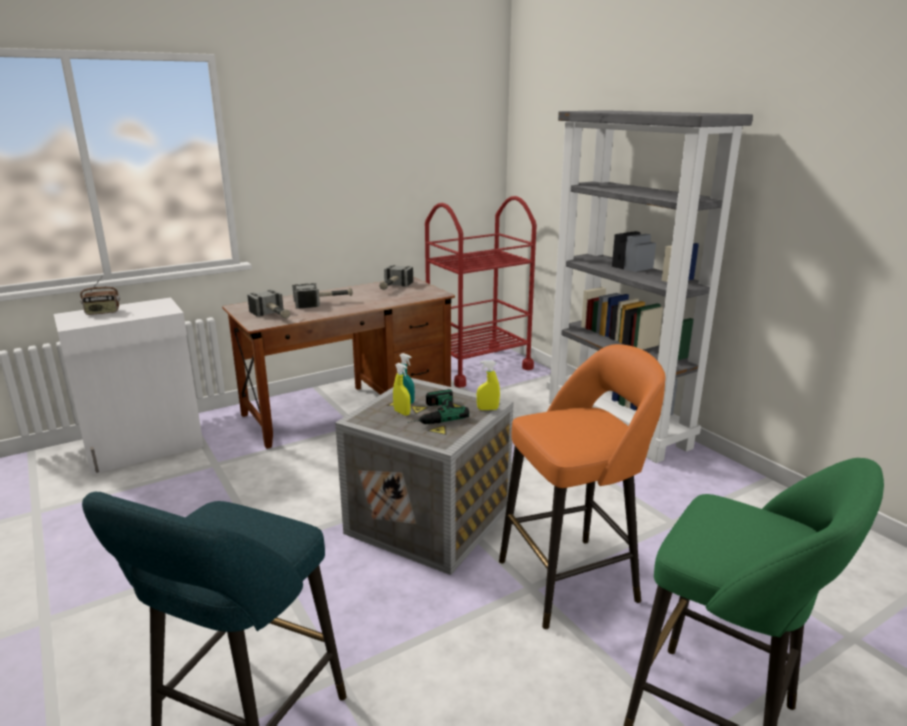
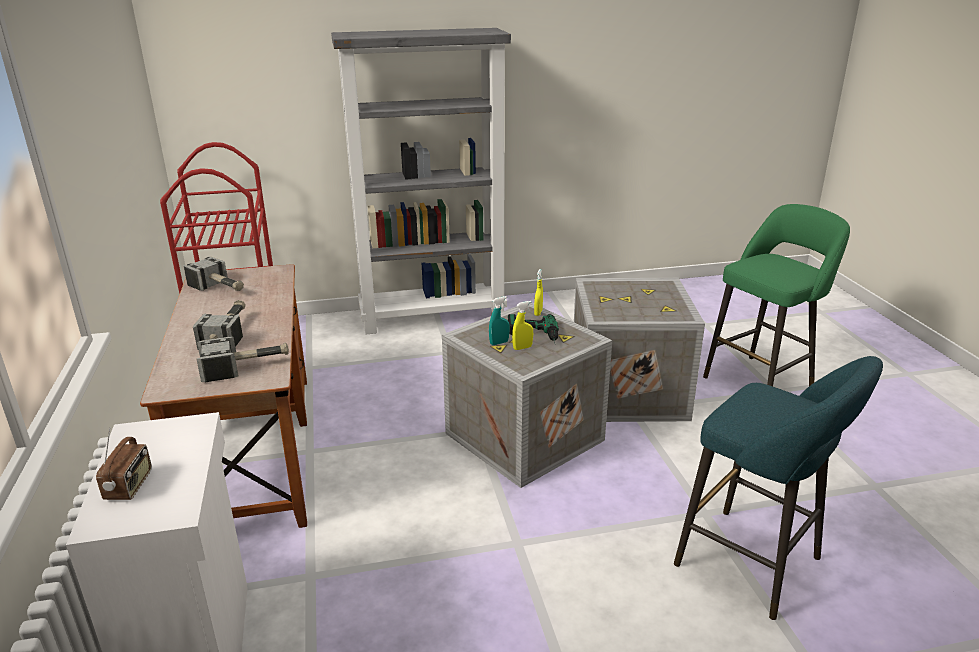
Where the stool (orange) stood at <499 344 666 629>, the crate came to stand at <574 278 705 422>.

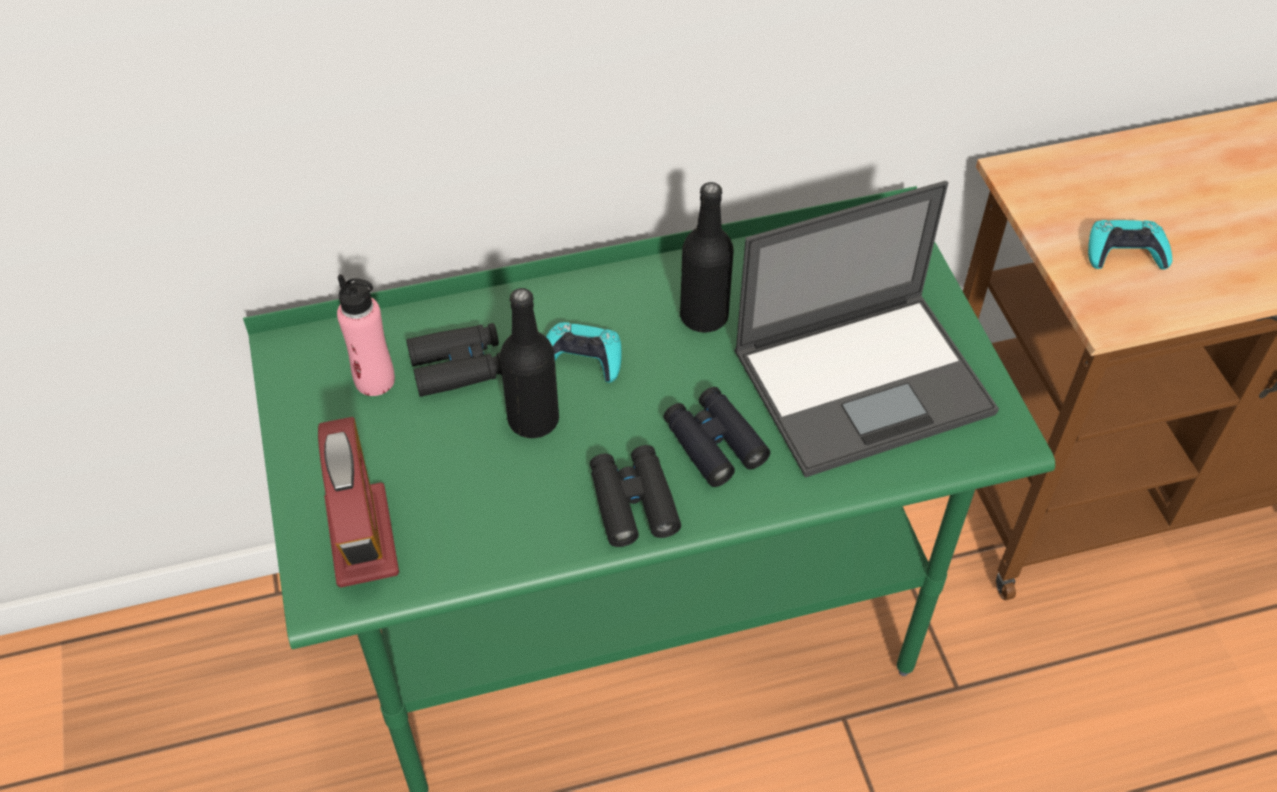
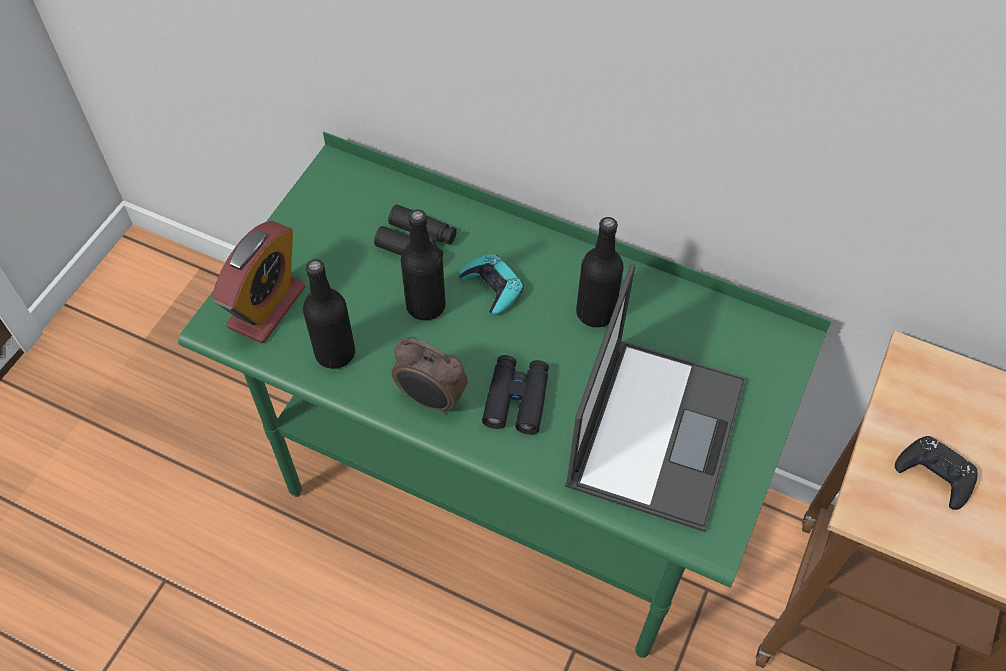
The second view lost the bottle (pink) at <337 274 395 396>.
Where the binoculars (black) stood at <590 445 681 547>, the alarm clock came to stand at <392 337 467 414>.
The laptop at <734 181 999 478> ended up facing another way, 90 degrees counterclockwise from before.
What was the game controller (turquoise) at <1088 220 1172 270> turned into the game controller (black) at <895 436 977 510>.
The second view gained the bottle (black) at <303 259 355 369>.

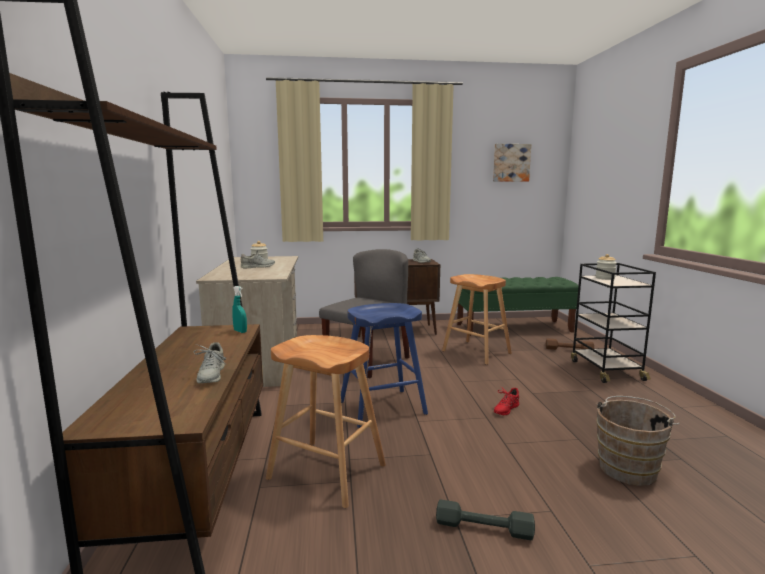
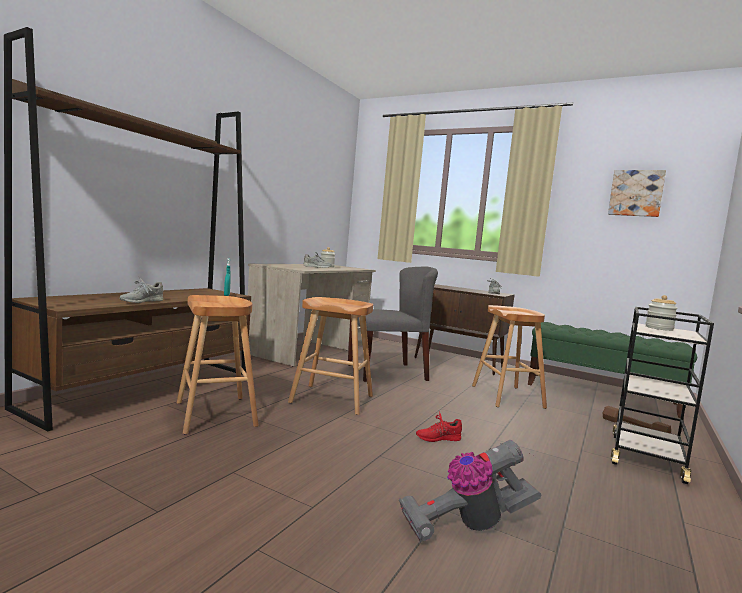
What was the stool (blue) at <341 303 428 428> turned into the stool (brown) at <288 297 373 415>.
The second view lost the dumbbell (grey) at <436 499 535 540>.
Where the bucket (brown) stood at <596 396 680 486>, the vacuum cleaner came to stand at <399 440 541 542>.

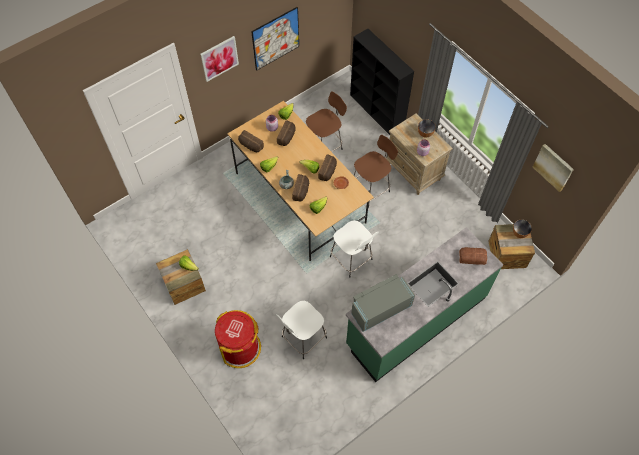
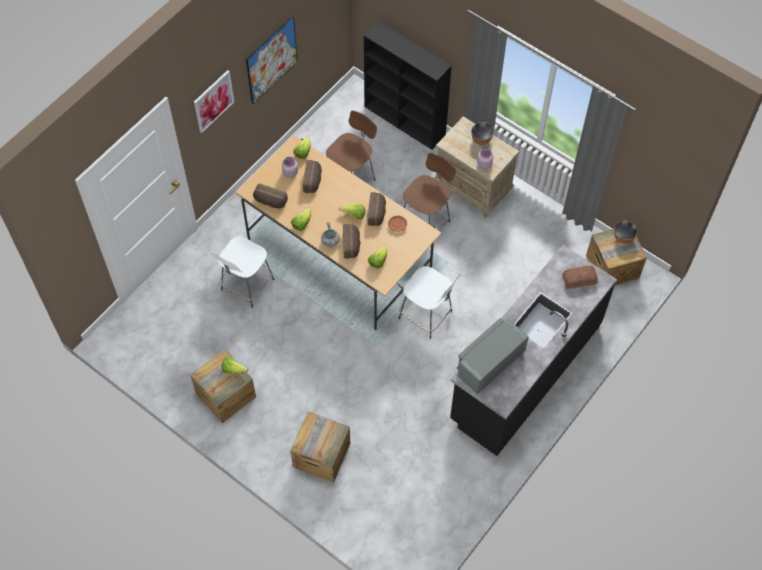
Where the trash can (red) stood at <215 310 261 368>, the crate came to stand at <290 412 350 482>.
The stool (white) ended up elsewhere, having gone from <276 301 327 359> to <210 236 274 308>.
What was the counter (green) at <346 227 503 382> turned into the counter (black) at <450 245 617 456>.
The second view lost the picture at <533 144 574 192>.

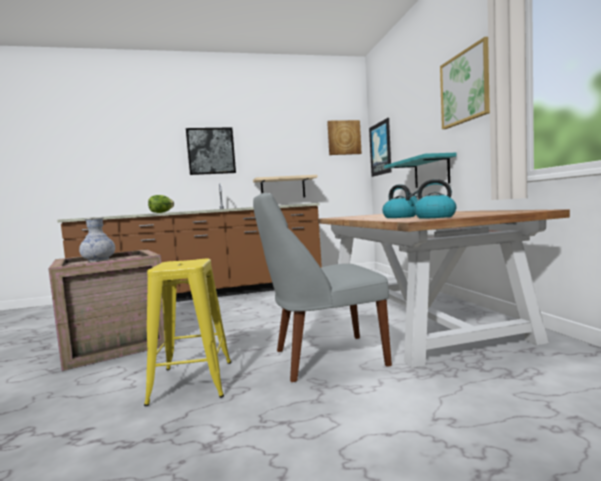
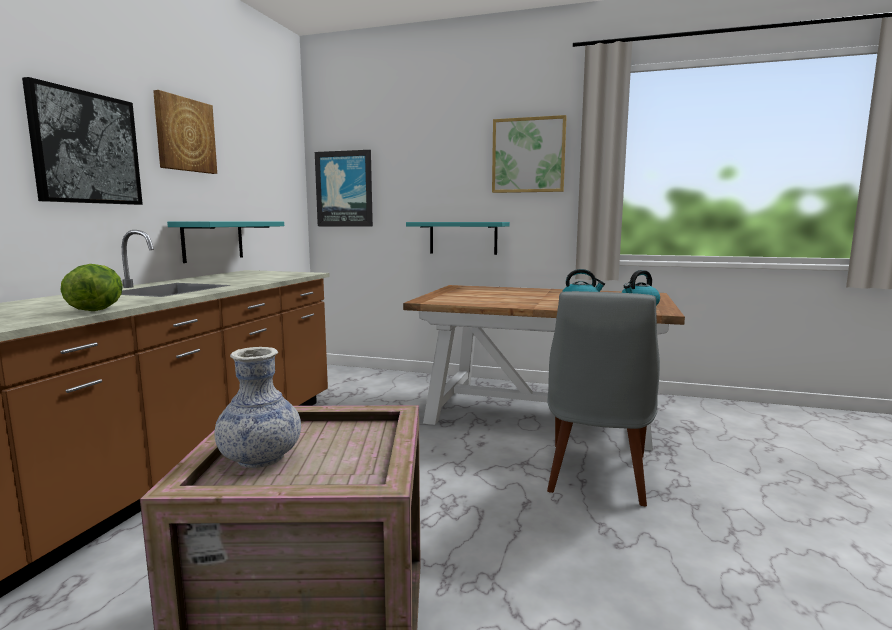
The second view lost the stool (yellow) at <144 259 231 406>.
What was the shelf (beige) at <253 175 318 198> turned into the shelf (turquoise) at <167 222 284 263>.
The picture ended up elsewhere, having gone from <327 120 362 155> to <153 90 217 174>.

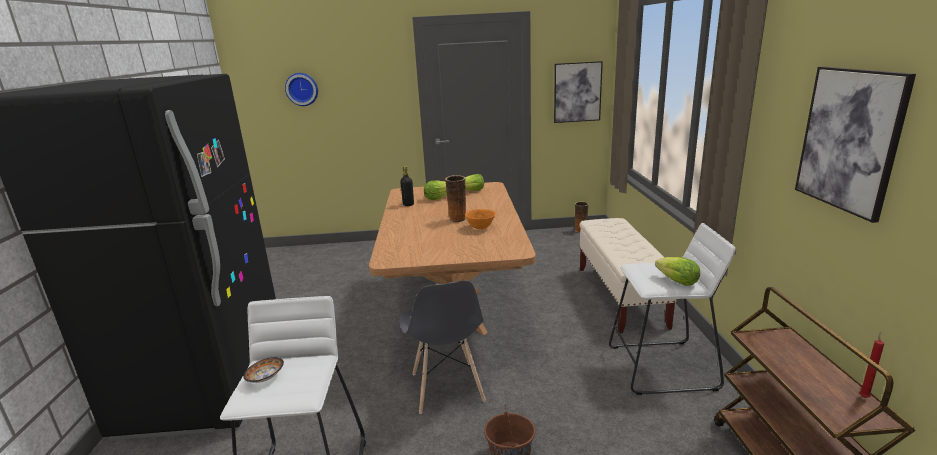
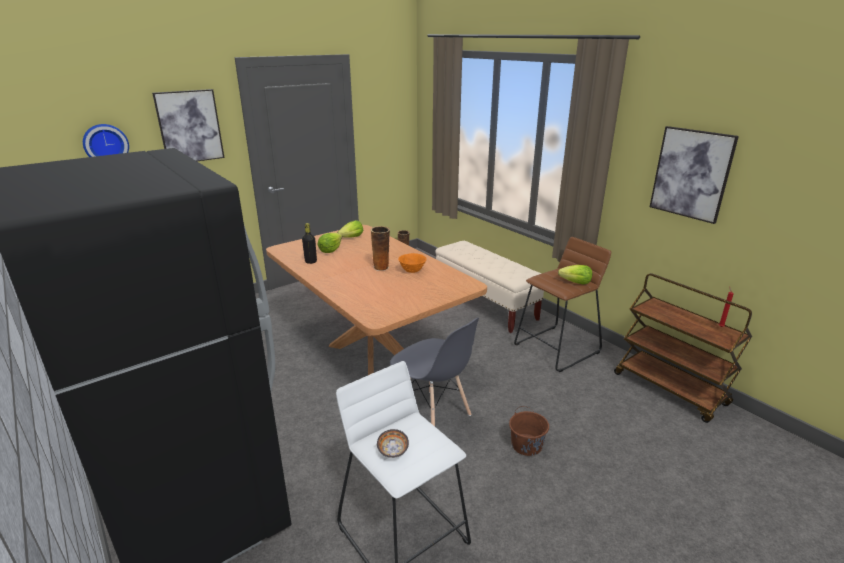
The picture ended up elsewhere, having gone from <554 61 603 123> to <152 89 224 161>.
What was the stool (white) at <609 223 736 395> turned into the stool (brown) at <514 237 611 372>.

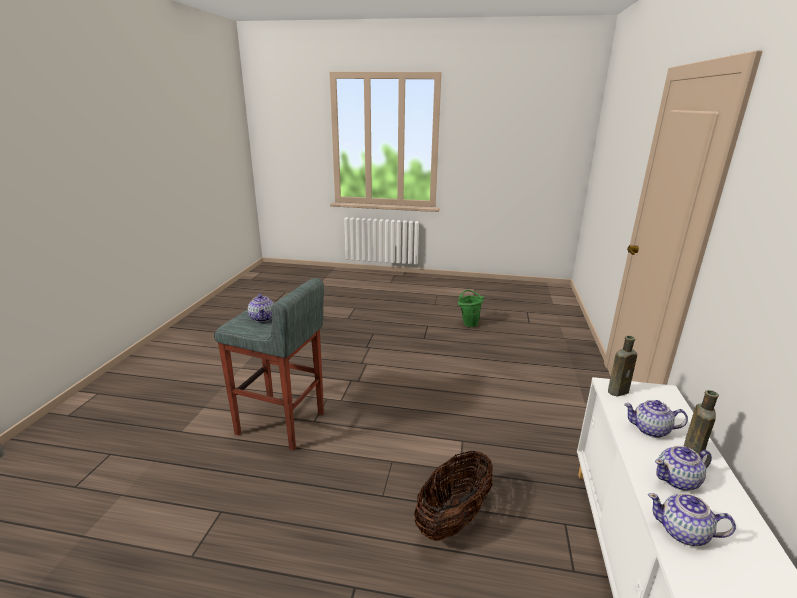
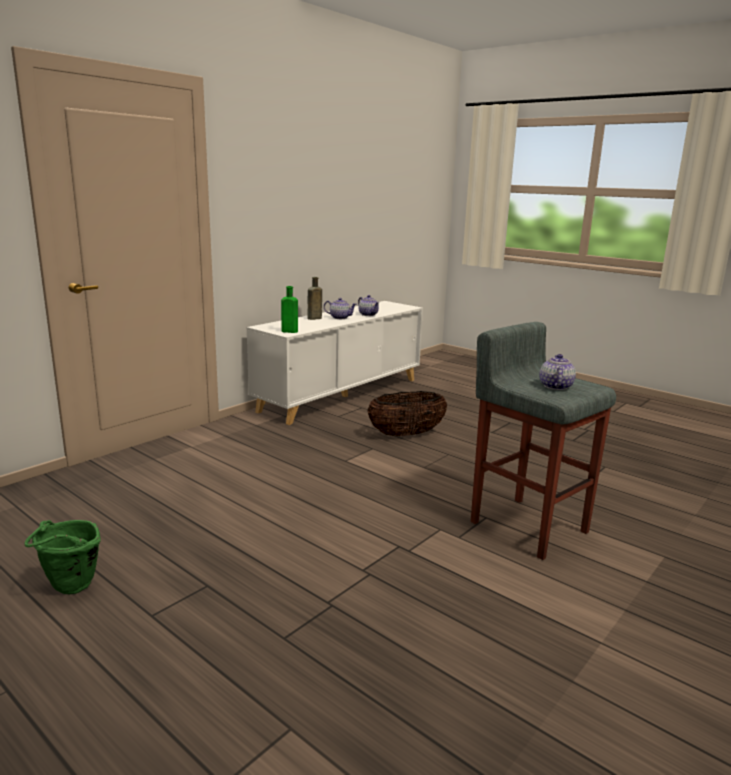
What was the bottle (brown) at <608 336 637 397> turned into the bottle (green) at <281 286 298 333>.
The second view lost the teapot at <624 400 688 438>.

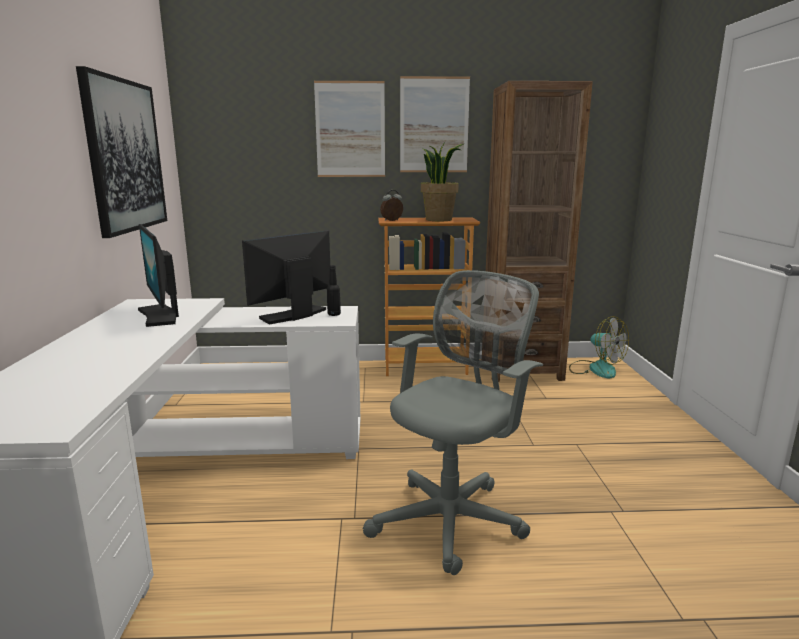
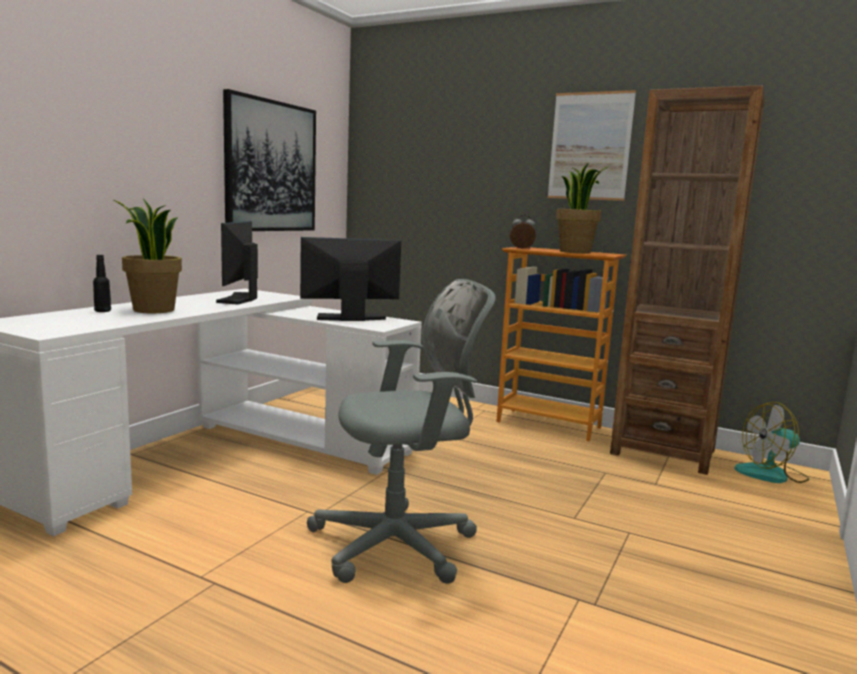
The second view lost the picture at <314 81 385 177>.
The bottle (black) ended up elsewhere, having gone from <327 265 341 316> to <93 255 111 312>.
The fan at <569 316 629 378> ended up facing another way, 90 degrees clockwise from before.
The second view gained the potted plant at <114 199 182 313>.

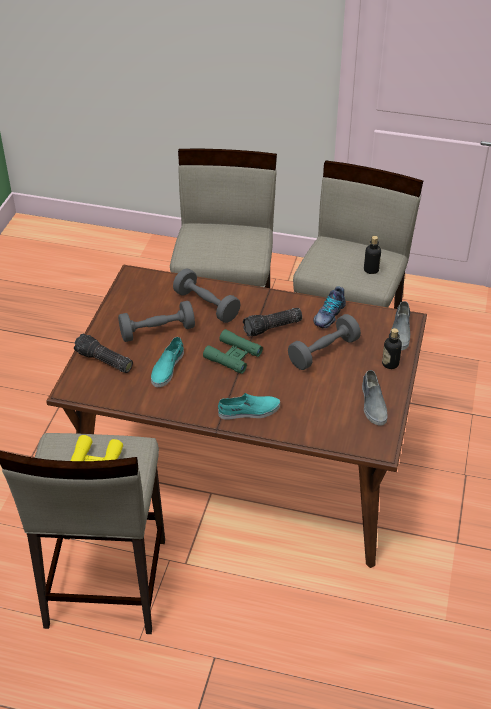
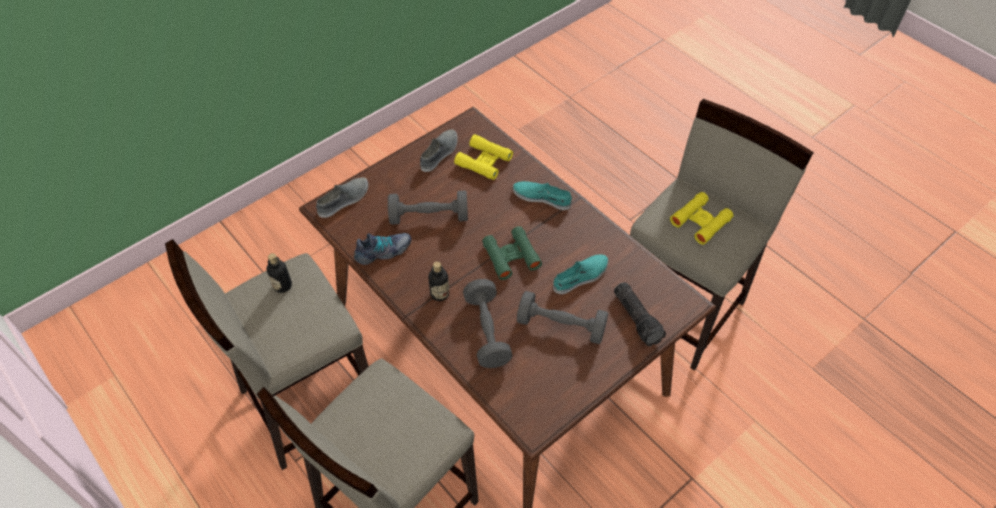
The second view lost the flashlight at <243 308 302 337>.
The bottle ended up elsewhere, having gone from <382 328 402 369> to <428 261 449 301>.
The second view gained the binoculars (yellow) at <454 134 513 180>.

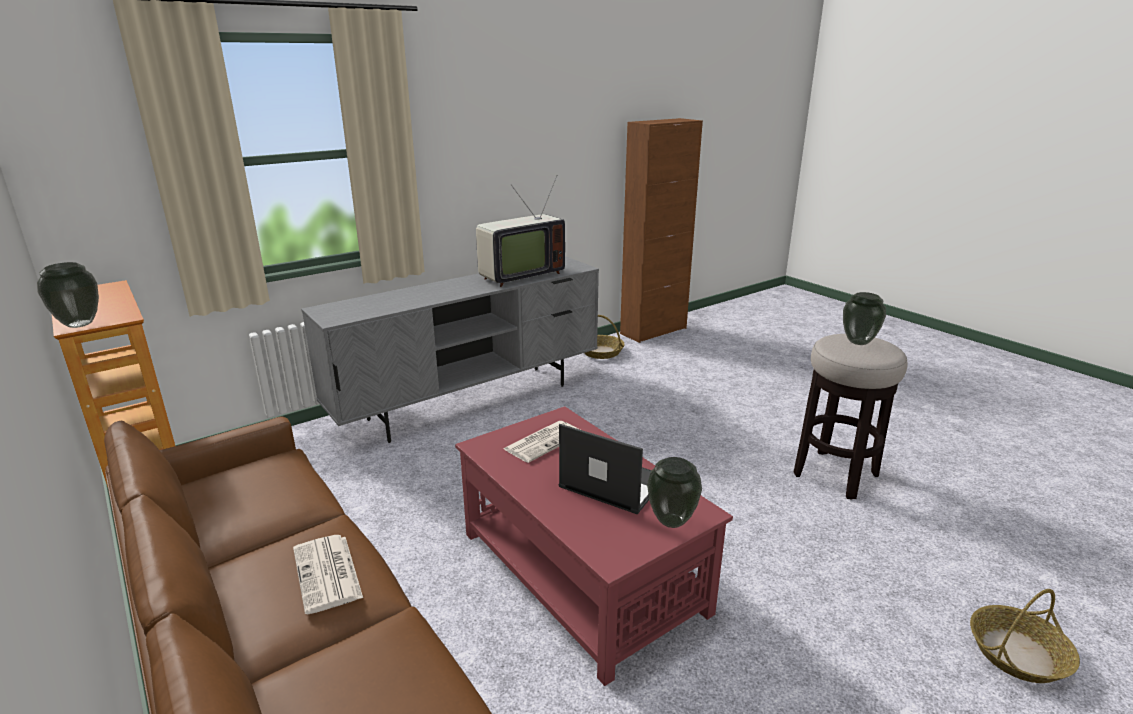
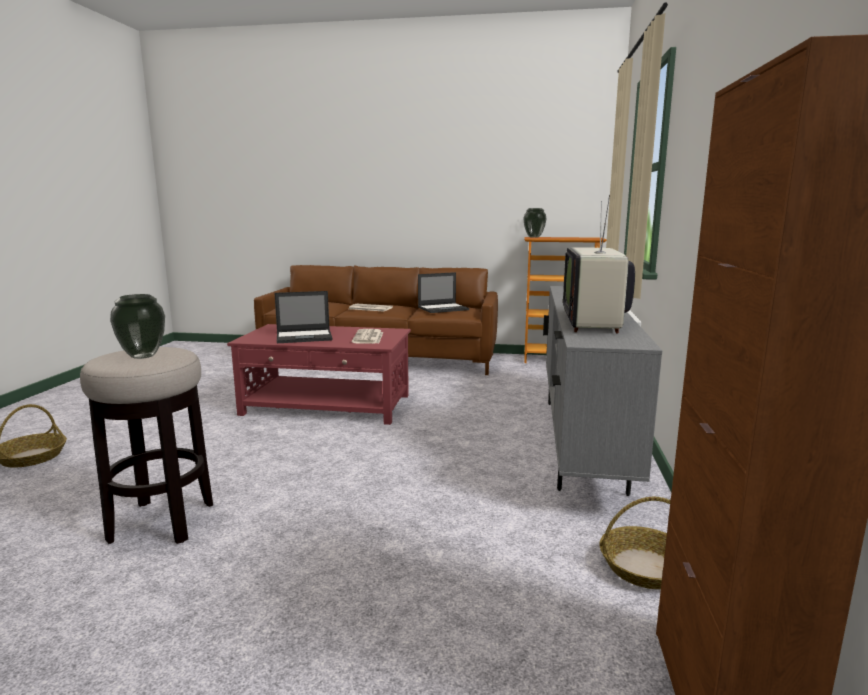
The second view lost the vase at <647 457 702 528>.
The second view gained the laptop at <418 272 469 313>.

